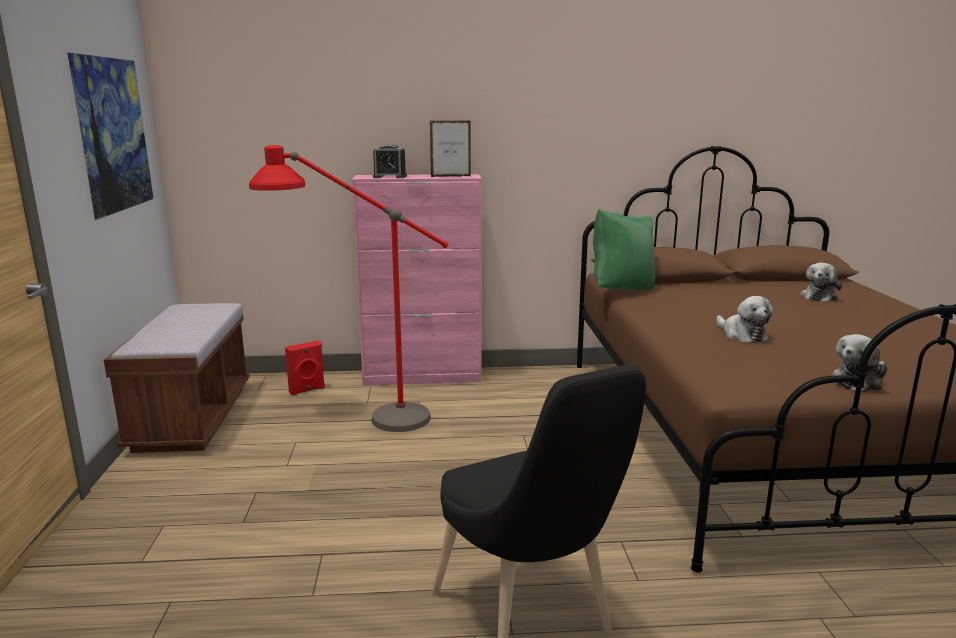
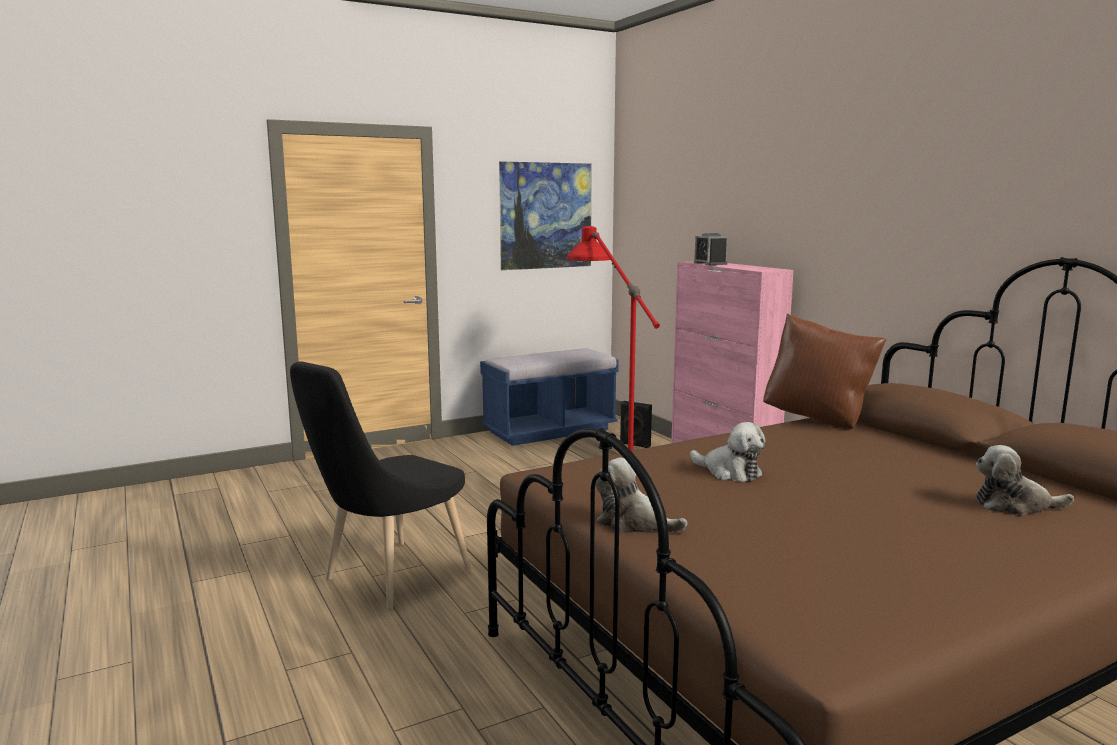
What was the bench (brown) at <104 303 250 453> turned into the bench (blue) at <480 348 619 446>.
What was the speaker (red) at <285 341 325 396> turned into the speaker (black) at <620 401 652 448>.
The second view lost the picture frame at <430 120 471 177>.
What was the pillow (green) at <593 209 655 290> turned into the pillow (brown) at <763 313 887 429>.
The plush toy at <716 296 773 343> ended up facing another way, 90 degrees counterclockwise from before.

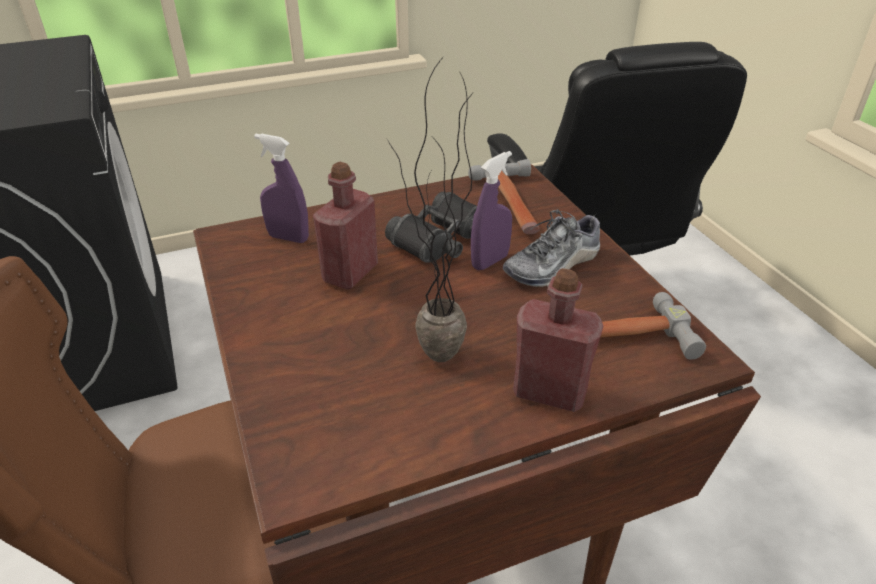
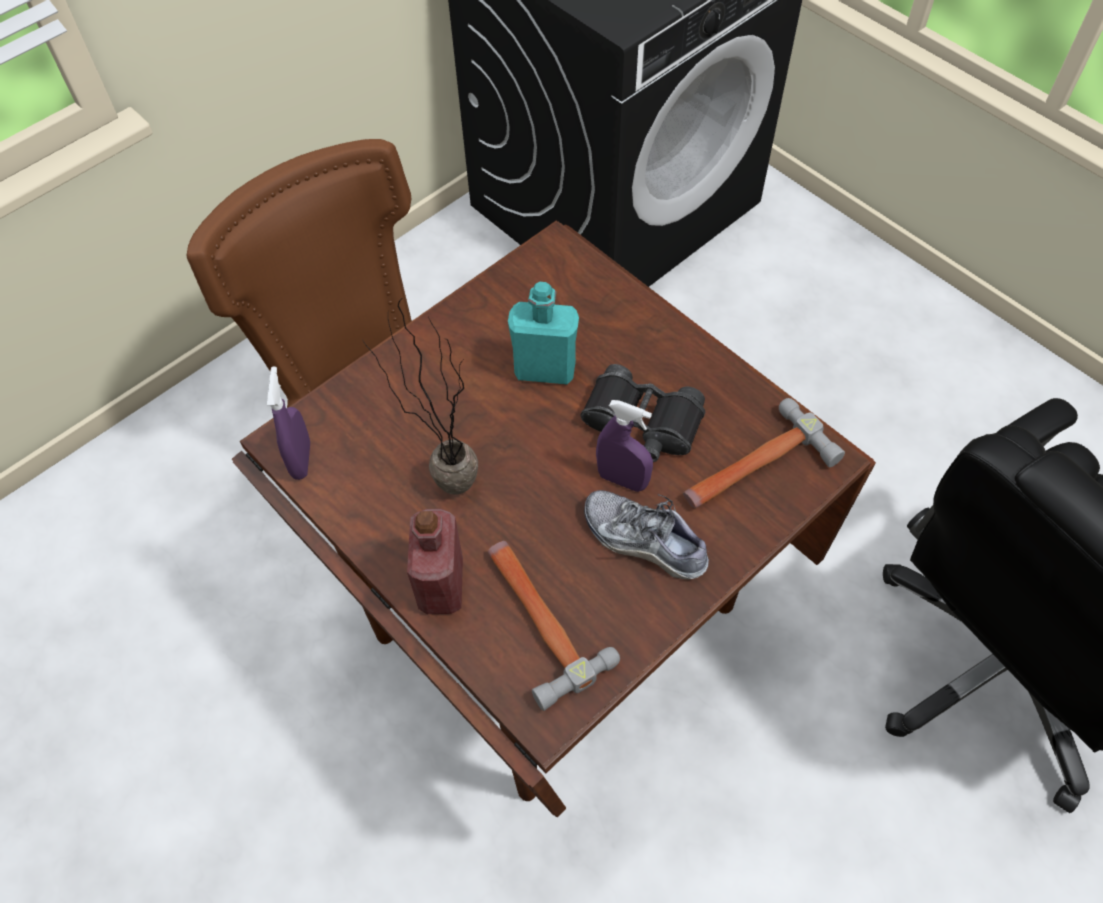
The spray bottle (purple) ended up elsewhere, having gone from <254 134 309 243> to <267 366 310 480>.
What was the bottle (red) at <313 162 378 289> turned into the bottle (turquoise) at <508 282 579 384>.

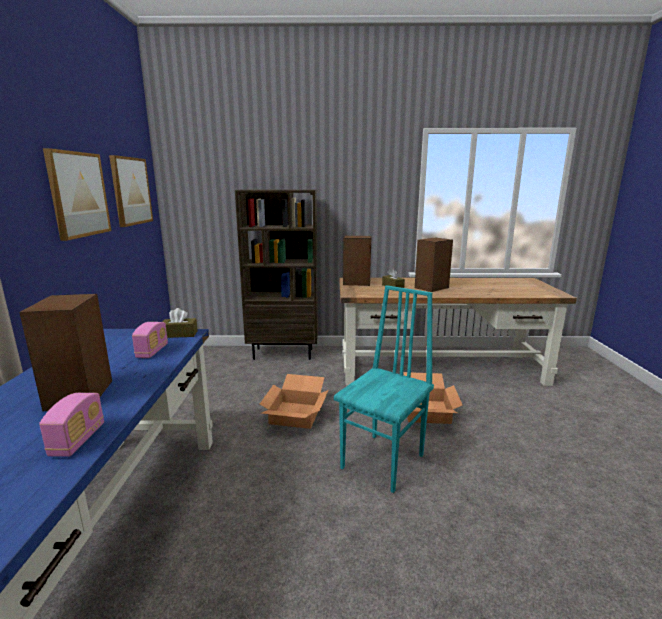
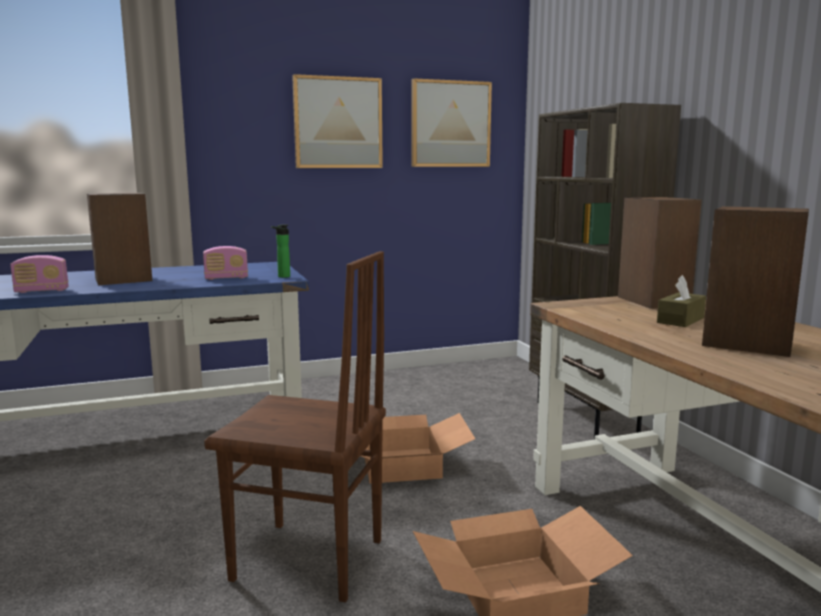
Where the tissue box (brown) stood at <162 308 198 338>, the bottle came to stand at <271 225 290 278>.
What was the chair (turquoise) at <334 285 434 493> turned into the chair (brown) at <204 251 386 602>.

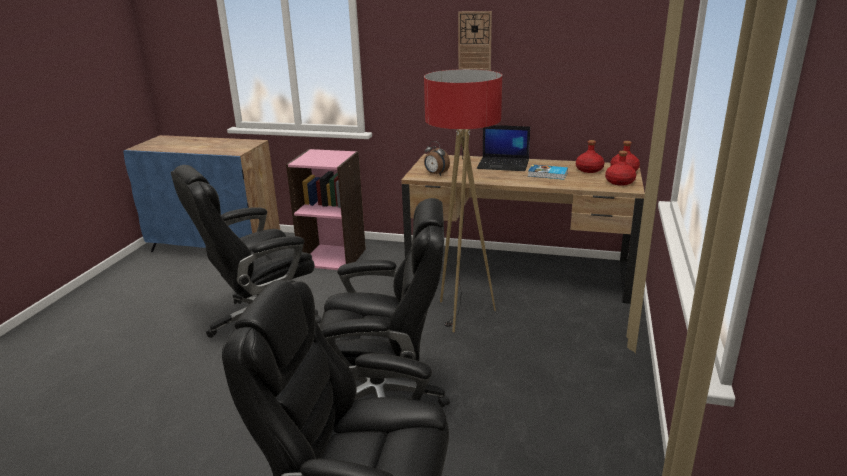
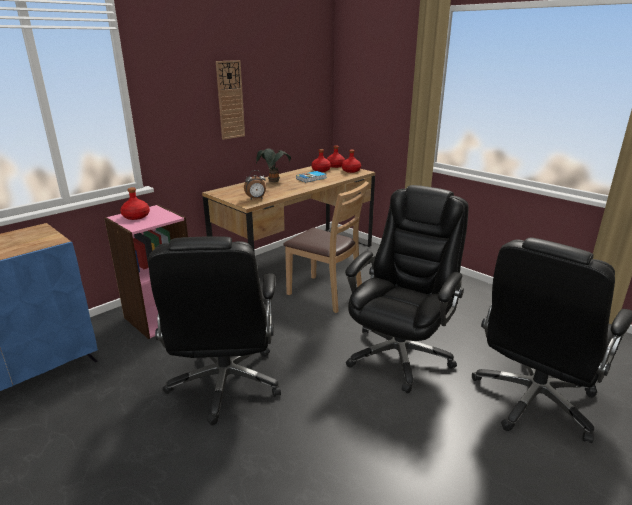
Where the floor lamp stood at <424 69 502 332>, the chair (brown) came to stand at <283 181 369 313>.
Where the laptop stood at <477 125 530 171>, the potted plant came to stand at <256 149 291 182>.
The second view gained the bottle (red) at <120 188 150 220>.

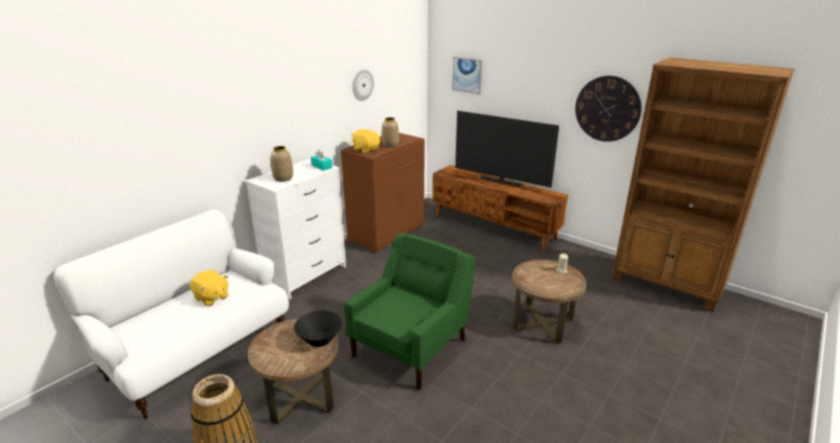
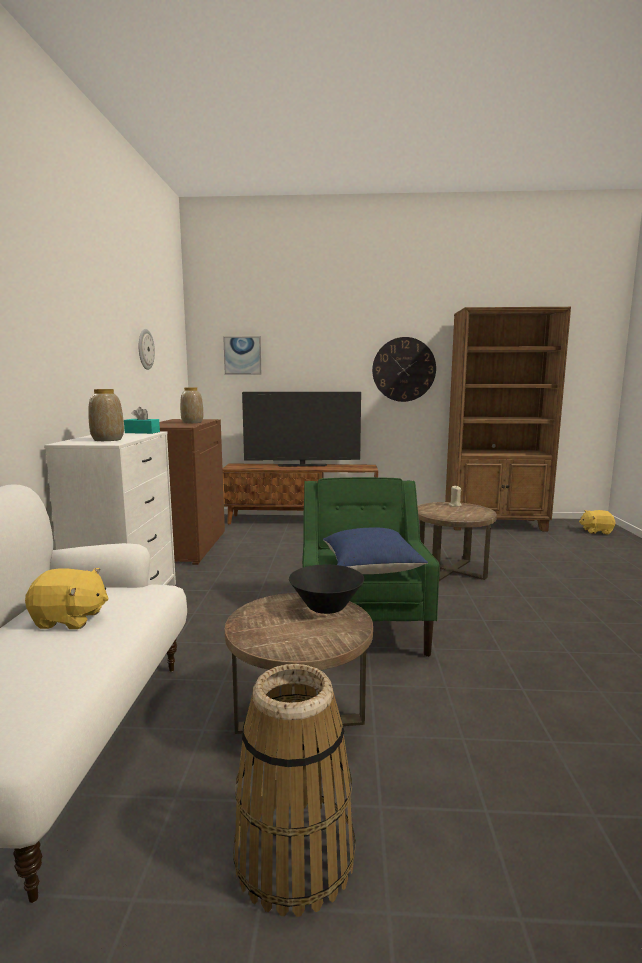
The plush toy (yellow) ended up elsewhere, having gone from <351 129 380 153> to <579 510 615 534>.
The second view gained the pillow (blue) at <323 528 428 574>.

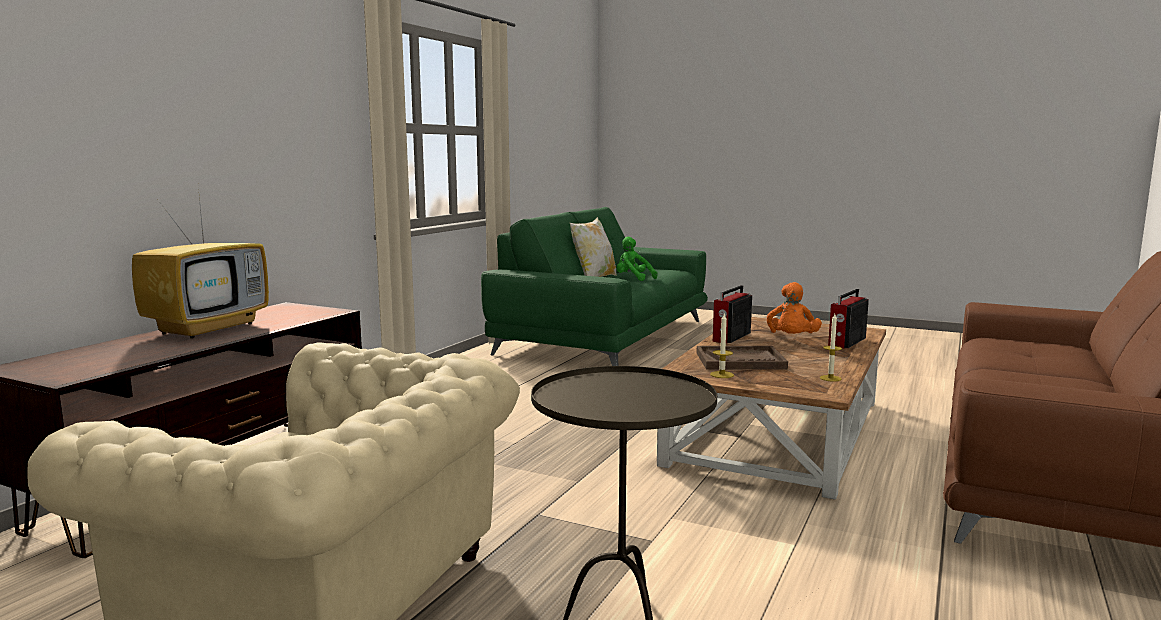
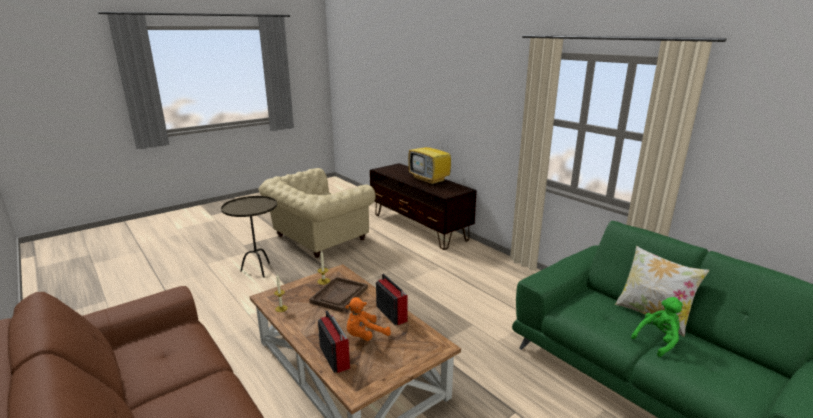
The plush toy (orange) at <767 282 822 334> ended up facing another way, 75 degrees counterclockwise from before.

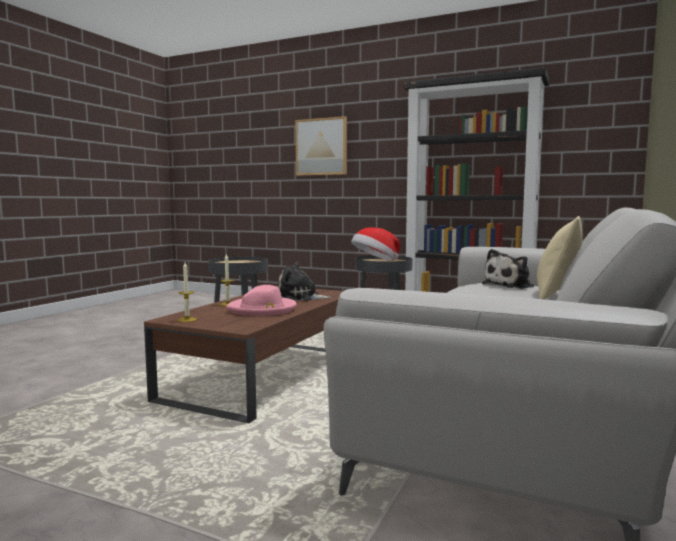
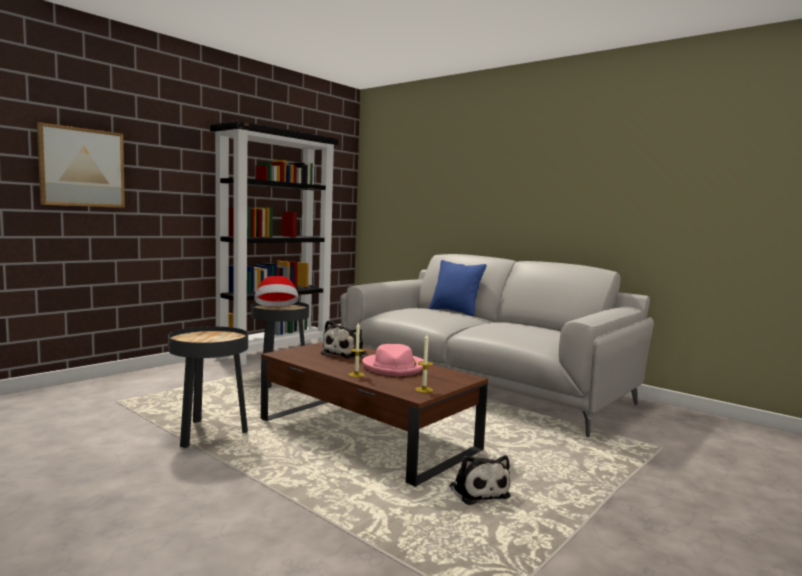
The plush toy ended up elsewhere, having gone from <482 249 534 289> to <450 455 511 505>.
What was the pillow (beige) at <537 216 583 299> turned into the pillow (blue) at <429 260 487 316>.

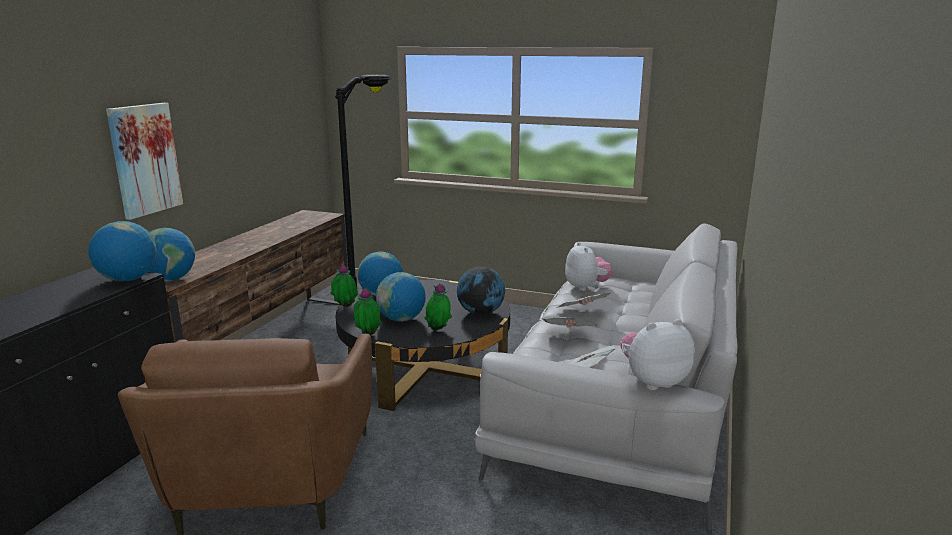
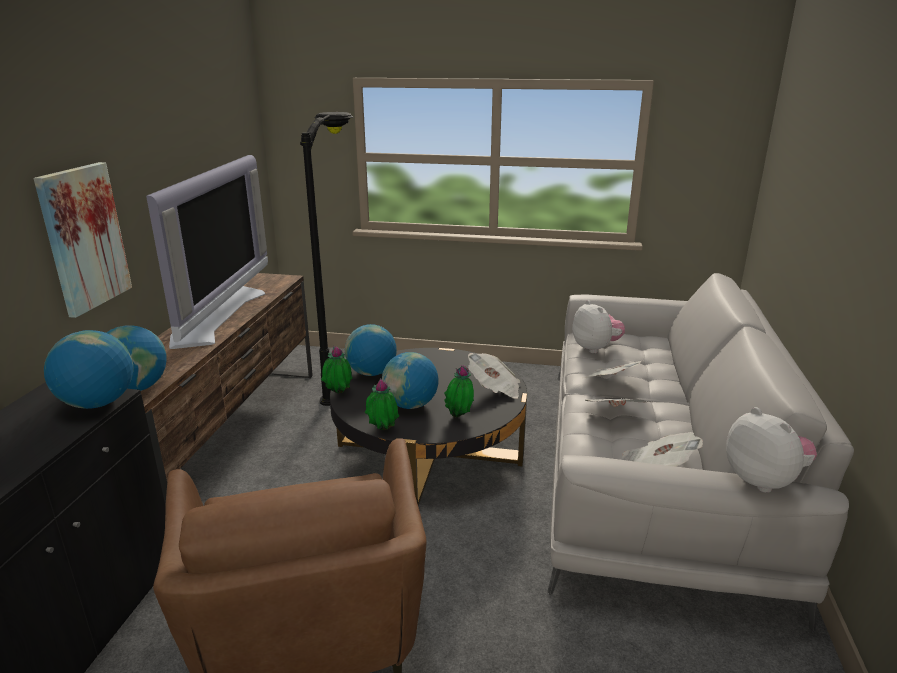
Where the globe stood at <457 266 505 315>, the newspaper came to stand at <468 353 520 399>.
The plush toy at <620 319 695 390> ended up facing another way, 90 degrees clockwise from before.
The second view gained the television at <146 155 268 349>.

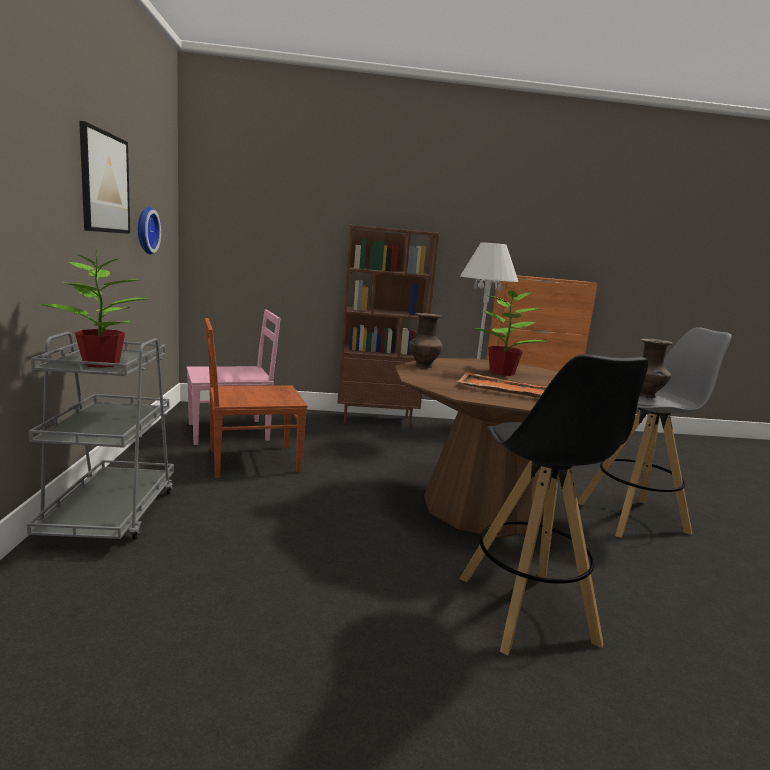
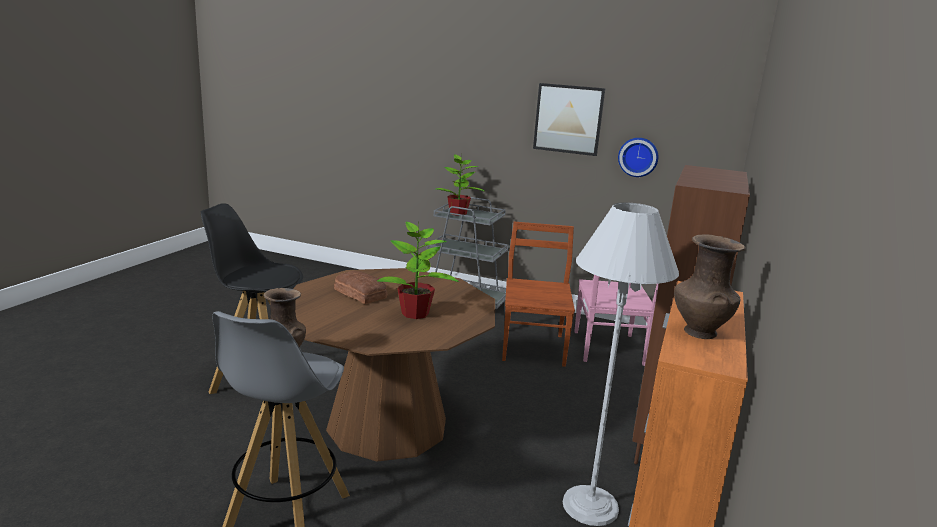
The vase (brown) ended up elsewhere, having gone from <409 313 443 368> to <674 234 746 339>.
Where the tray (orange) stood at <457 372 547 398>, the bread came to stand at <334 271 387 304>.

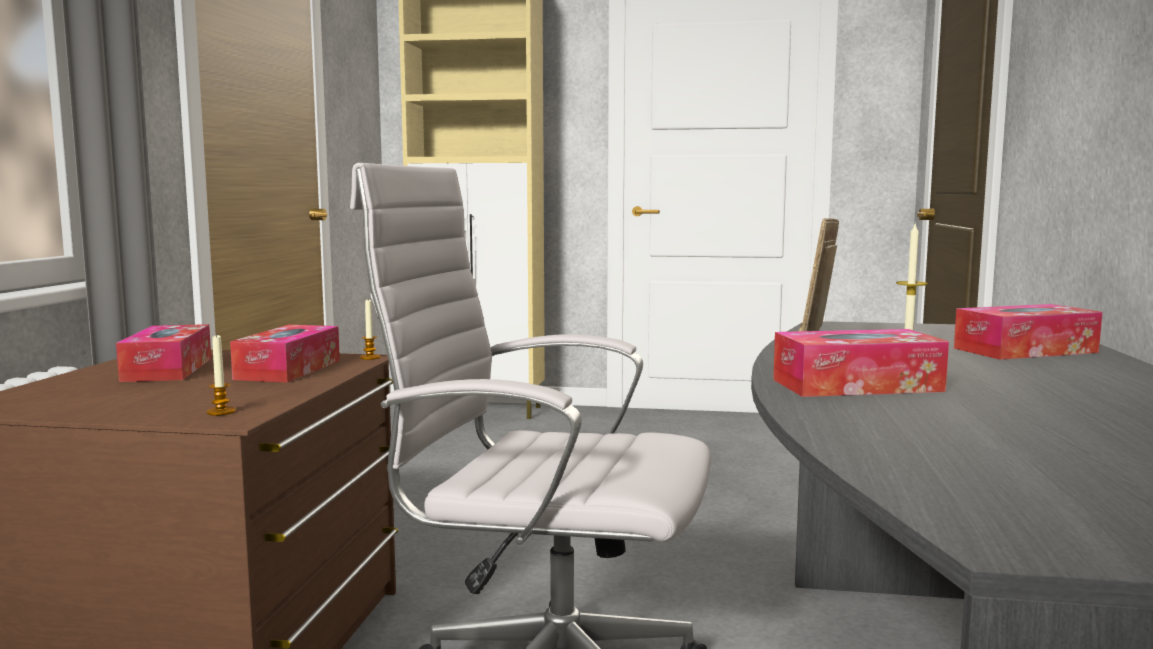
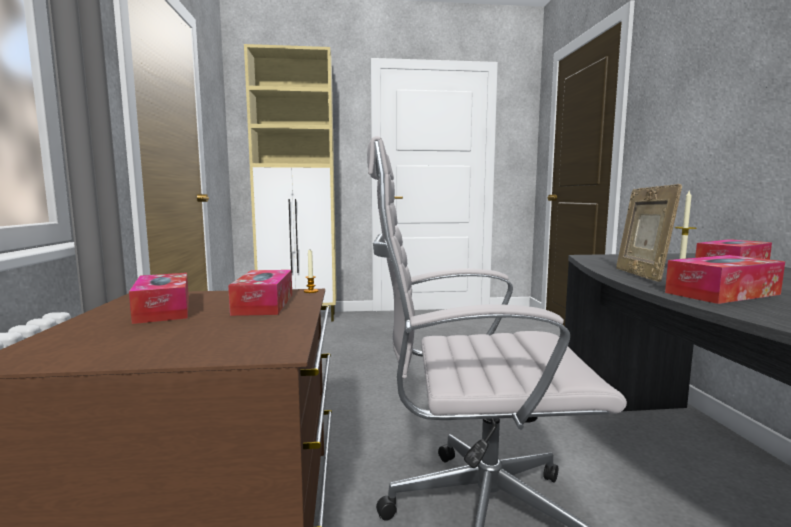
The second view lost the candle at <207 333 236 416>.

